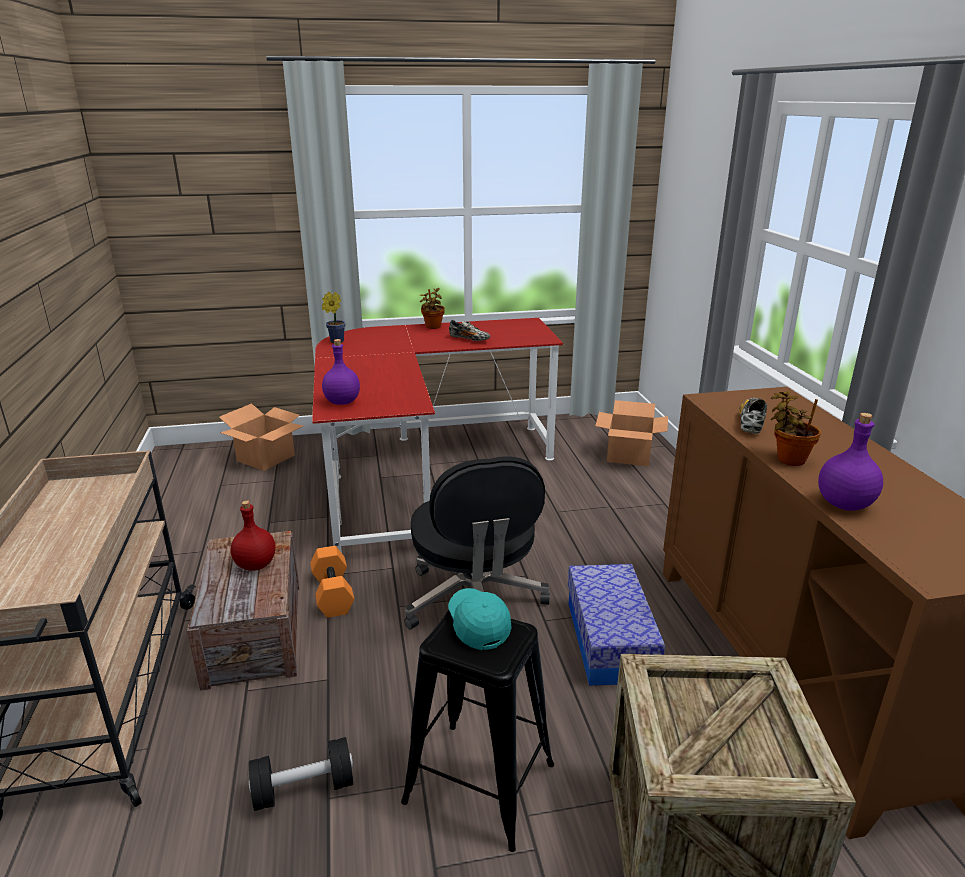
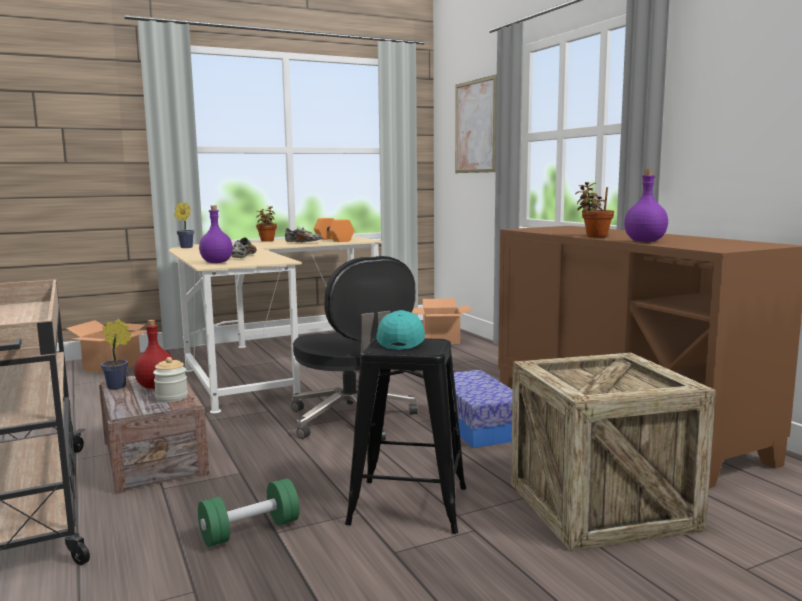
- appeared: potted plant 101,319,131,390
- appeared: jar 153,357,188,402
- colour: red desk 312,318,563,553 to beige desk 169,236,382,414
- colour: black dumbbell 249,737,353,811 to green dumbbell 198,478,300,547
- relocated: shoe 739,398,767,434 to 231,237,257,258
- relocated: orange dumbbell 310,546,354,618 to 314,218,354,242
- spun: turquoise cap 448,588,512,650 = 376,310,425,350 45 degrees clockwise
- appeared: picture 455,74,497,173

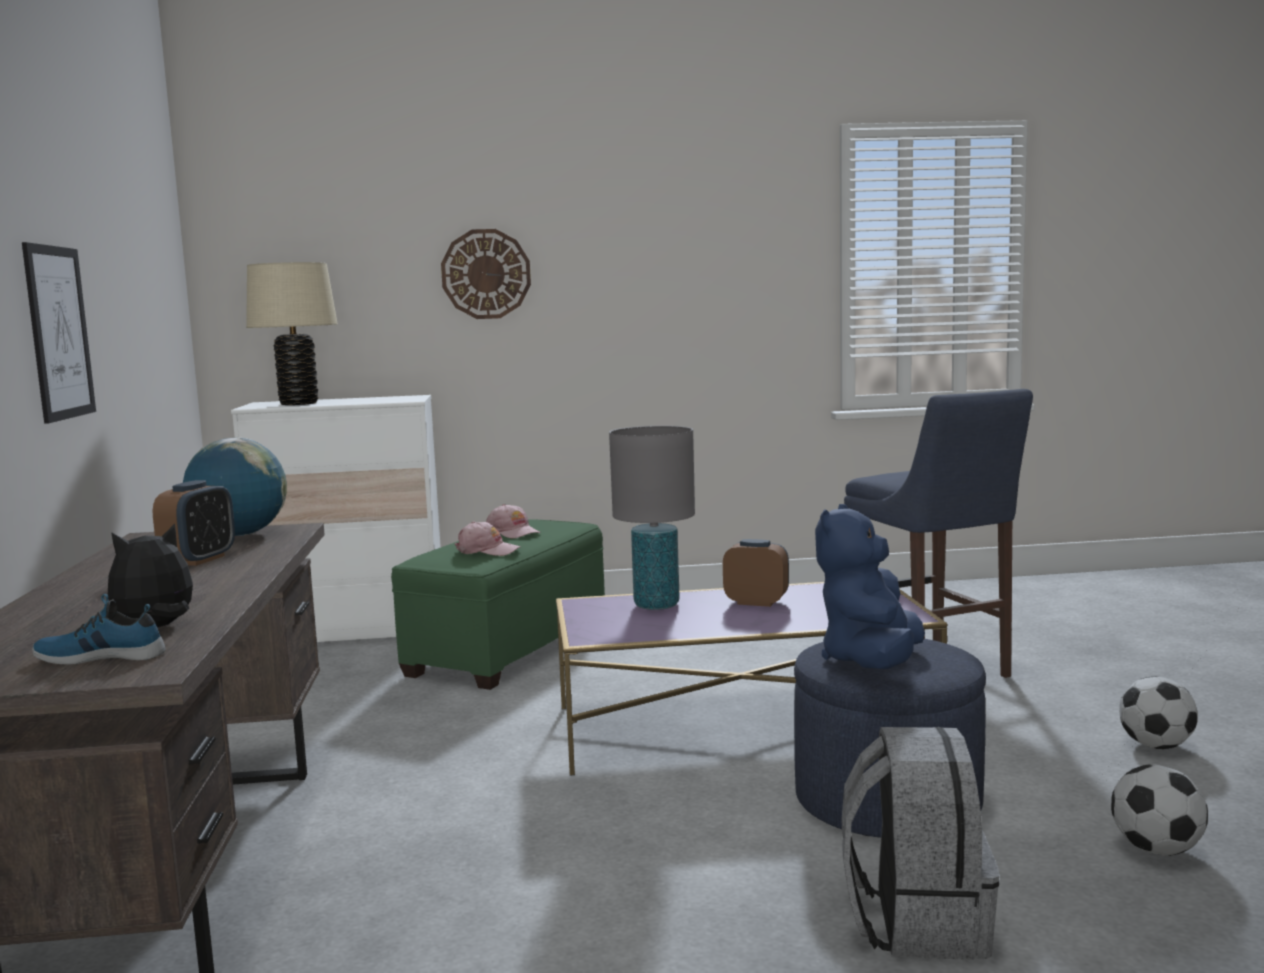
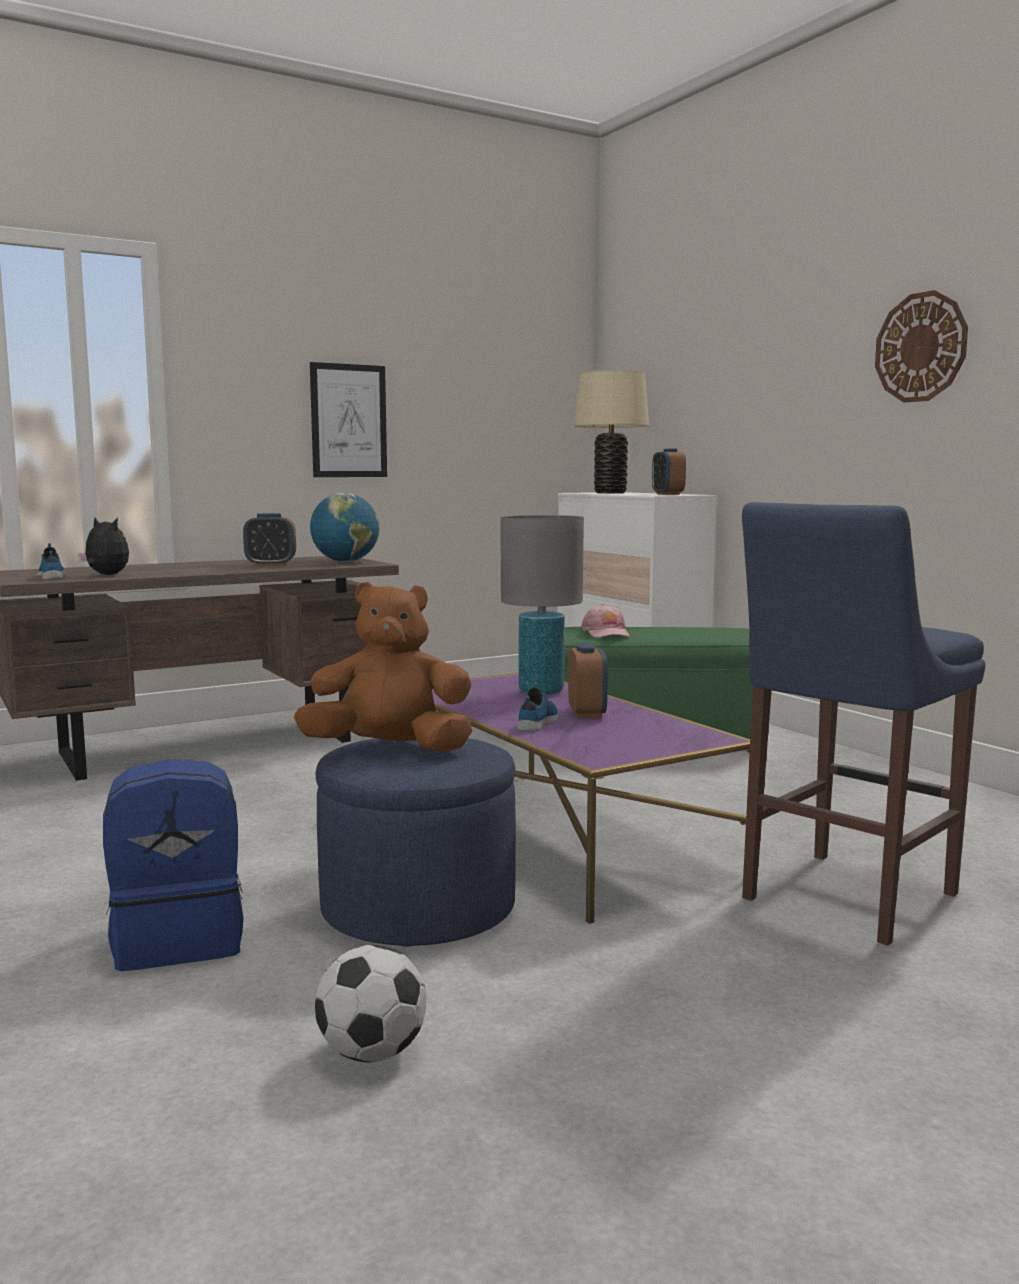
- colour: grey backpack 842,727,999,960 to blue backpack 103,759,244,971
- colour: blue plush toy 815,504,925,669 to brown plush toy 294,582,472,752
- appeared: shoe 517,682,559,731
- appeared: alarm clock 652,449,686,495
- relocated: wall clock 441,229,531,319 to 875,290,968,403
- missing: pink cap 486,504,541,538
- missing: football 1119,676,1197,749

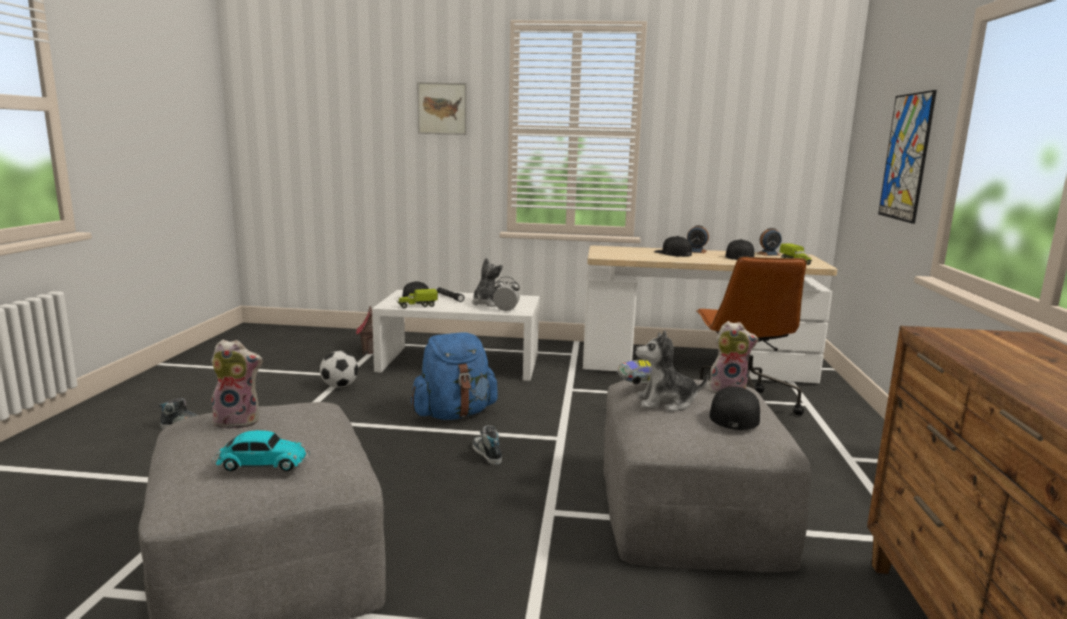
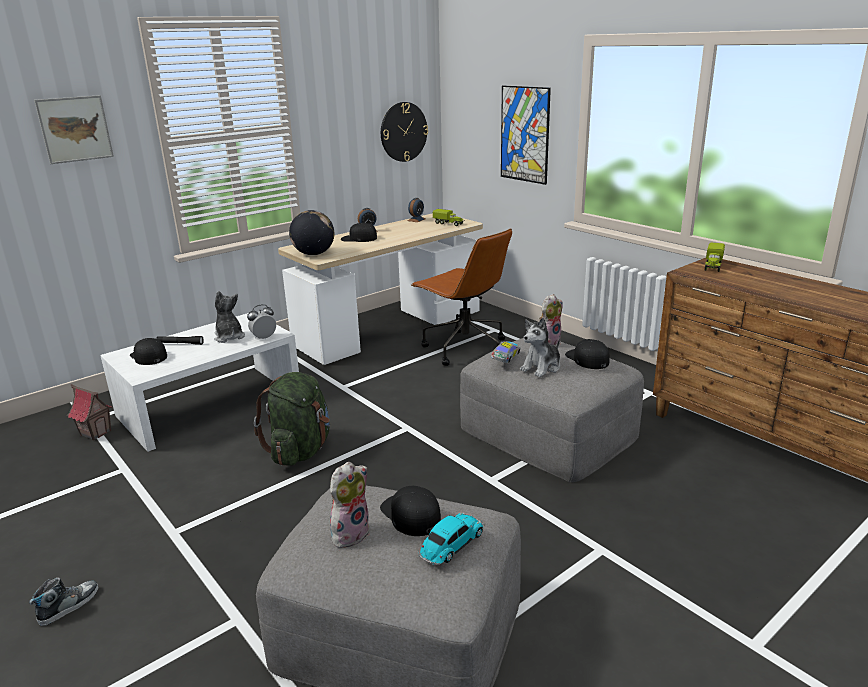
- colour: blue backpack 411,332,498,420 to green backpack 254,372,330,466
- appeared: globe 289,210,334,255
- relocated: black cap 725,239,754,260 to 380,486,441,536
- appeared: wall clock 381,102,428,162
- relocated: toy truck 397,289,438,308 to 705,243,725,272
- missing: football 320,351,358,388
- missing: shoe 472,425,502,465

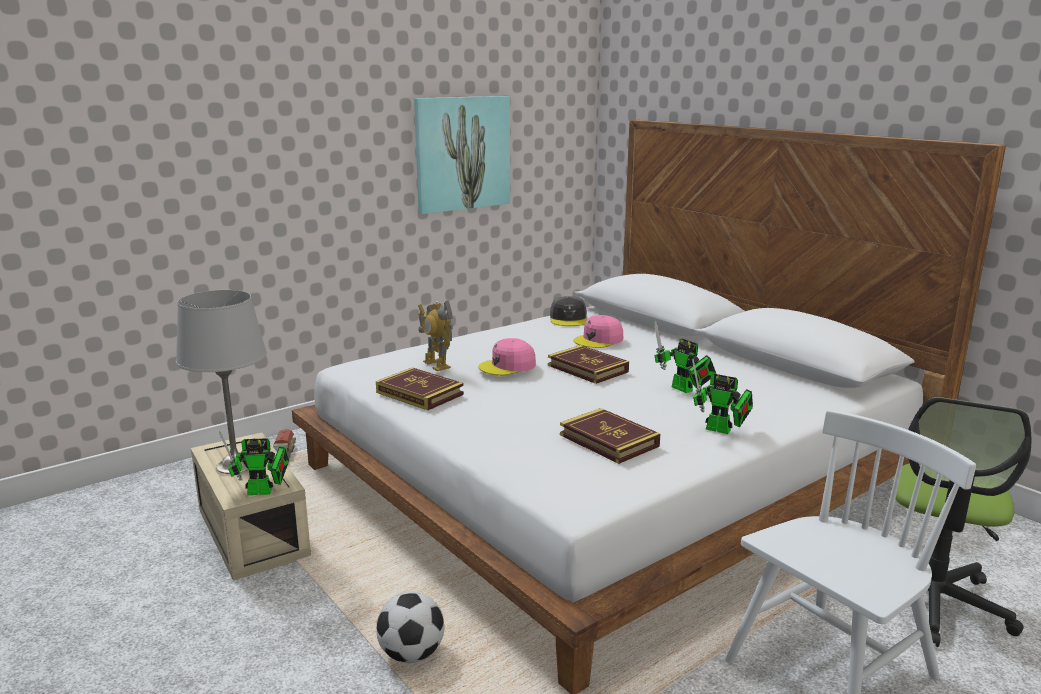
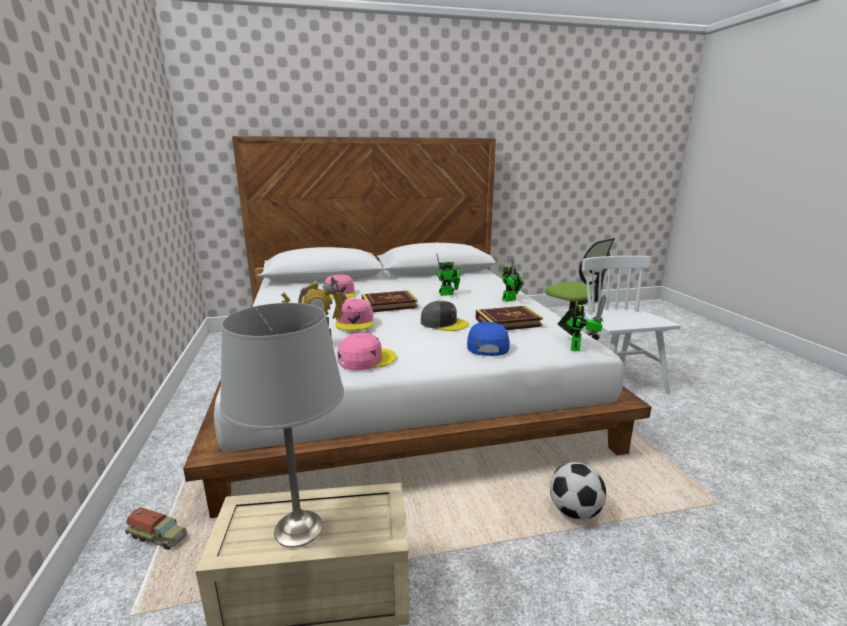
- exchanged: book 376,367,464,410 to pink cap 337,333,397,370
- relocated: grey cap 550,296,587,326 to 421,301,469,331
- appeared: blue cap 467,322,510,356
- relocated: toy robot 219,431,289,495 to 558,295,606,351
- missing: picture 414,96,510,214

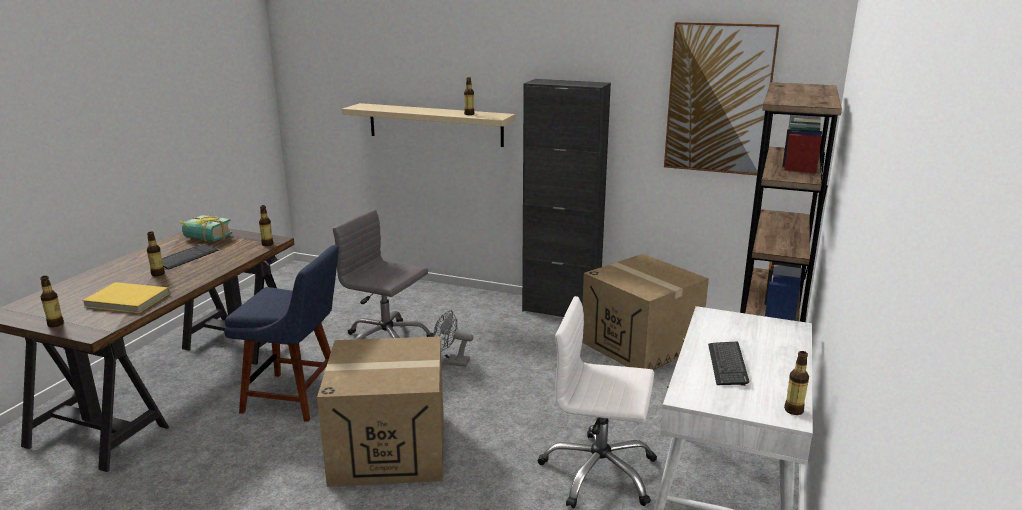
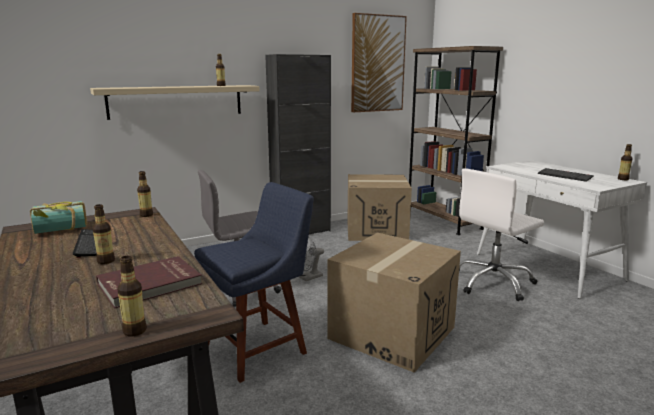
- colour: yellow book 82,282,170,313 to red book 96,256,202,308

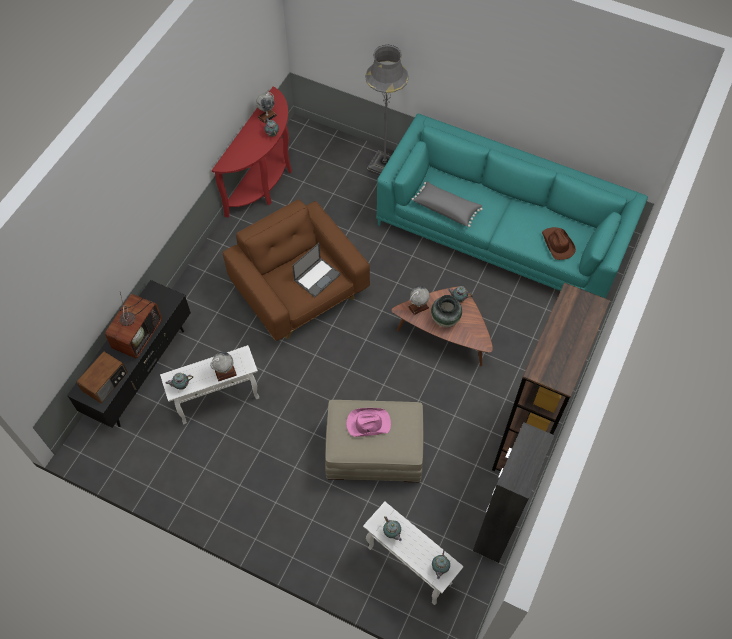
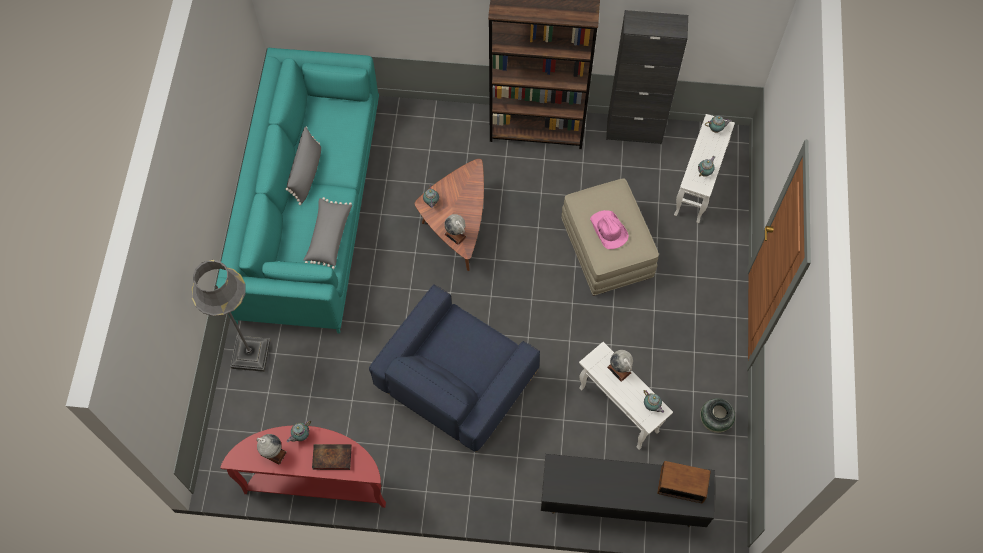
- appeared: grey pillow 285,127,321,205
- appeared: book 312,444,352,470
- colour: brown armchair 223,199,370,341 to blue armchair 369,284,540,452
- relocated: vase 431,295,462,328 to 700,398,735,433
- missing: television 105,293,162,358
- missing: laptop 292,243,341,297
- missing: brown hat 542,227,576,260

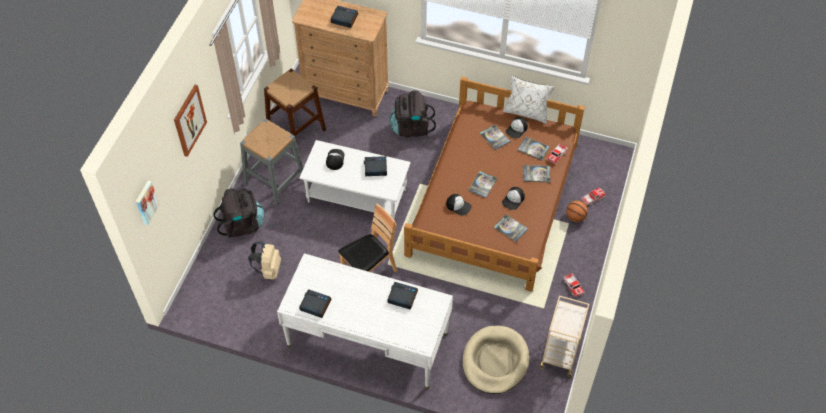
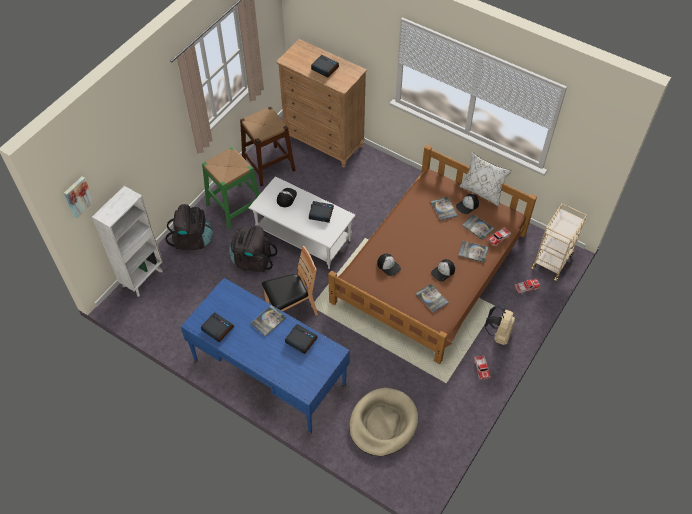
- appeared: white bookcase 92,186,163,297
- colour: white desk 277,253,453,389 to blue desk 181,278,350,434
- colour: grey stool 240,119,303,205 to green stool 202,147,259,229
- relocated: black backpack 389,90,436,137 to 229,225,277,272
- relocated: book 468,171,498,198 to 250,305,286,337
- relocated: beige backpack 248,241,281,280 to 485,306,515,345
- relocated: beige cart 540,295,589,378 to 531,203,587,281
- missing: picture 174,85,207,157
- missing: basketball 566,201,588,222

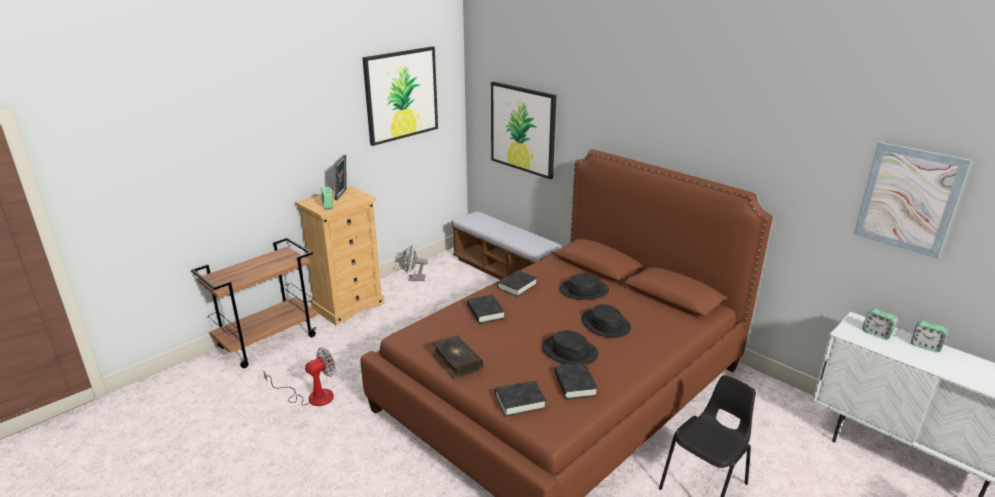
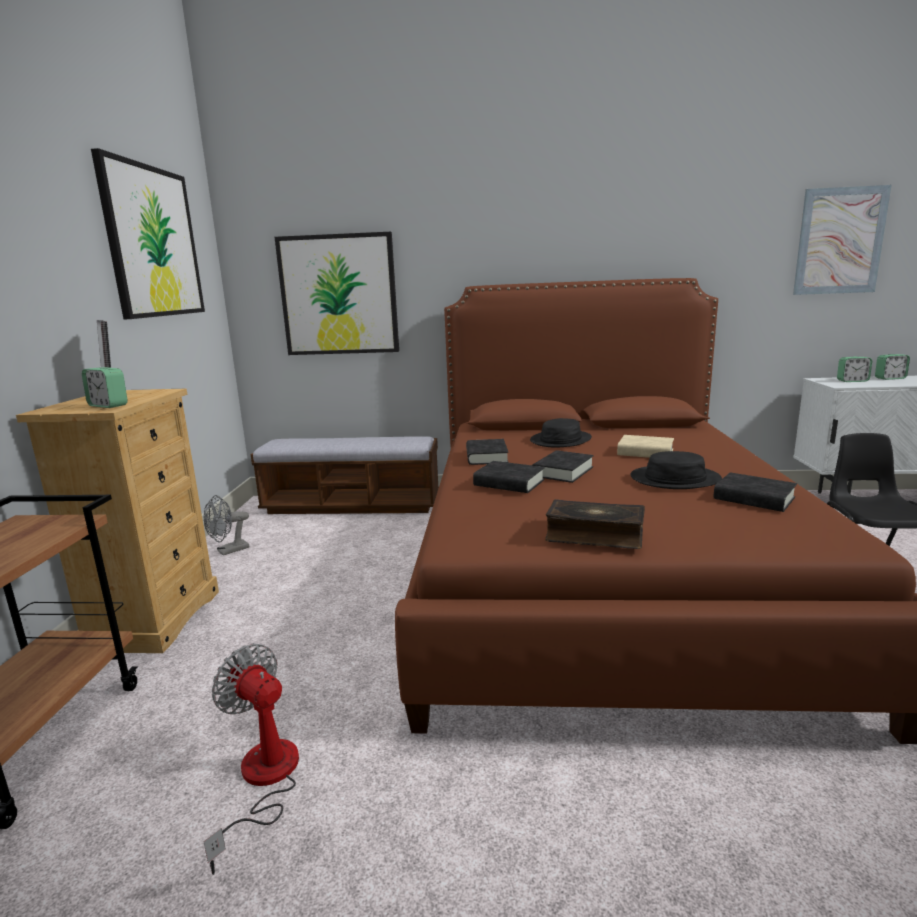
- spun: fan 263,348,335,406 = 203,644,299,875 60 degrees counterclockwise
- relocated: black book 495,381,546,417 to 532,450,594,483
- exchanged: black hat 581,304,631,338 to beige book 617,435,674,458

